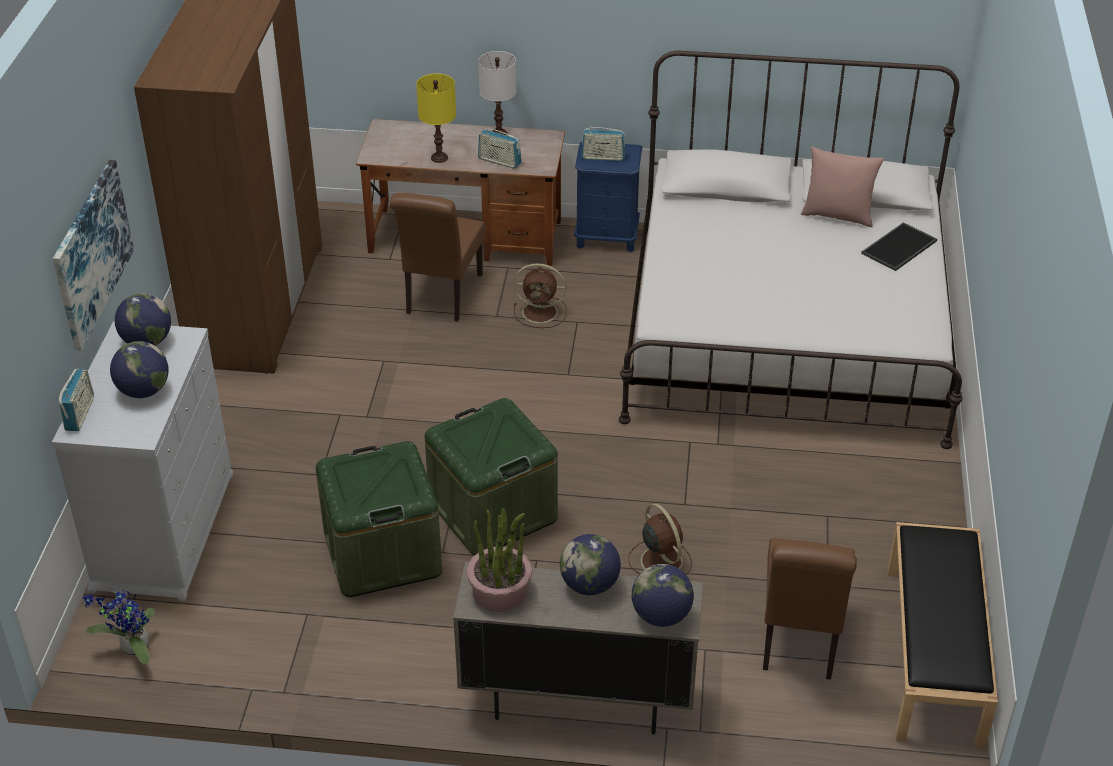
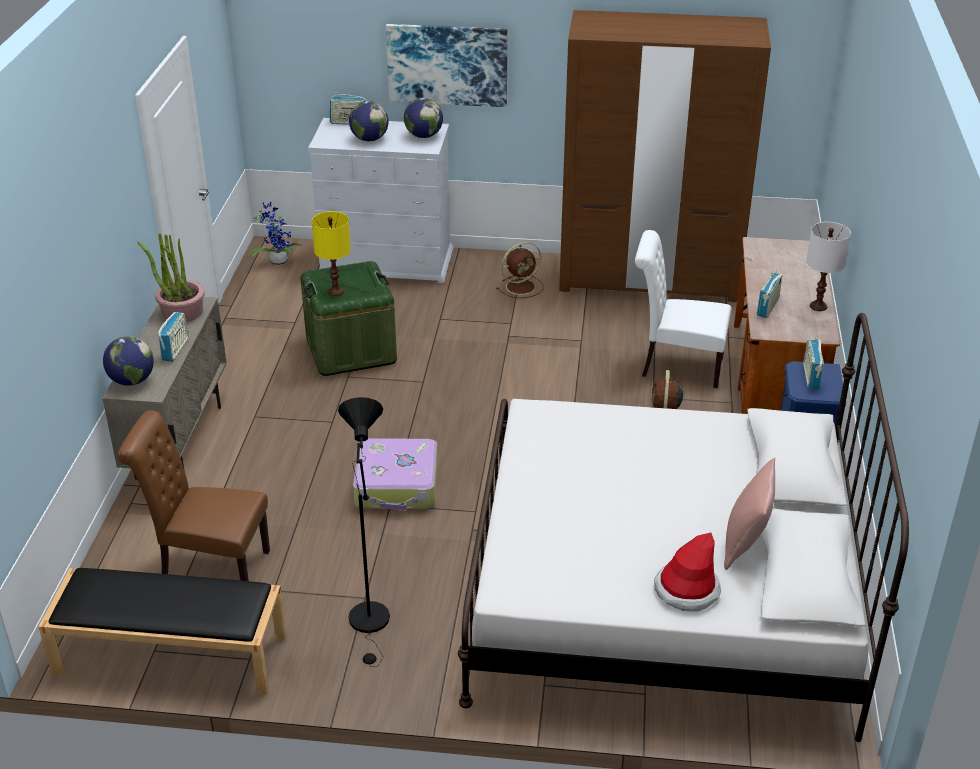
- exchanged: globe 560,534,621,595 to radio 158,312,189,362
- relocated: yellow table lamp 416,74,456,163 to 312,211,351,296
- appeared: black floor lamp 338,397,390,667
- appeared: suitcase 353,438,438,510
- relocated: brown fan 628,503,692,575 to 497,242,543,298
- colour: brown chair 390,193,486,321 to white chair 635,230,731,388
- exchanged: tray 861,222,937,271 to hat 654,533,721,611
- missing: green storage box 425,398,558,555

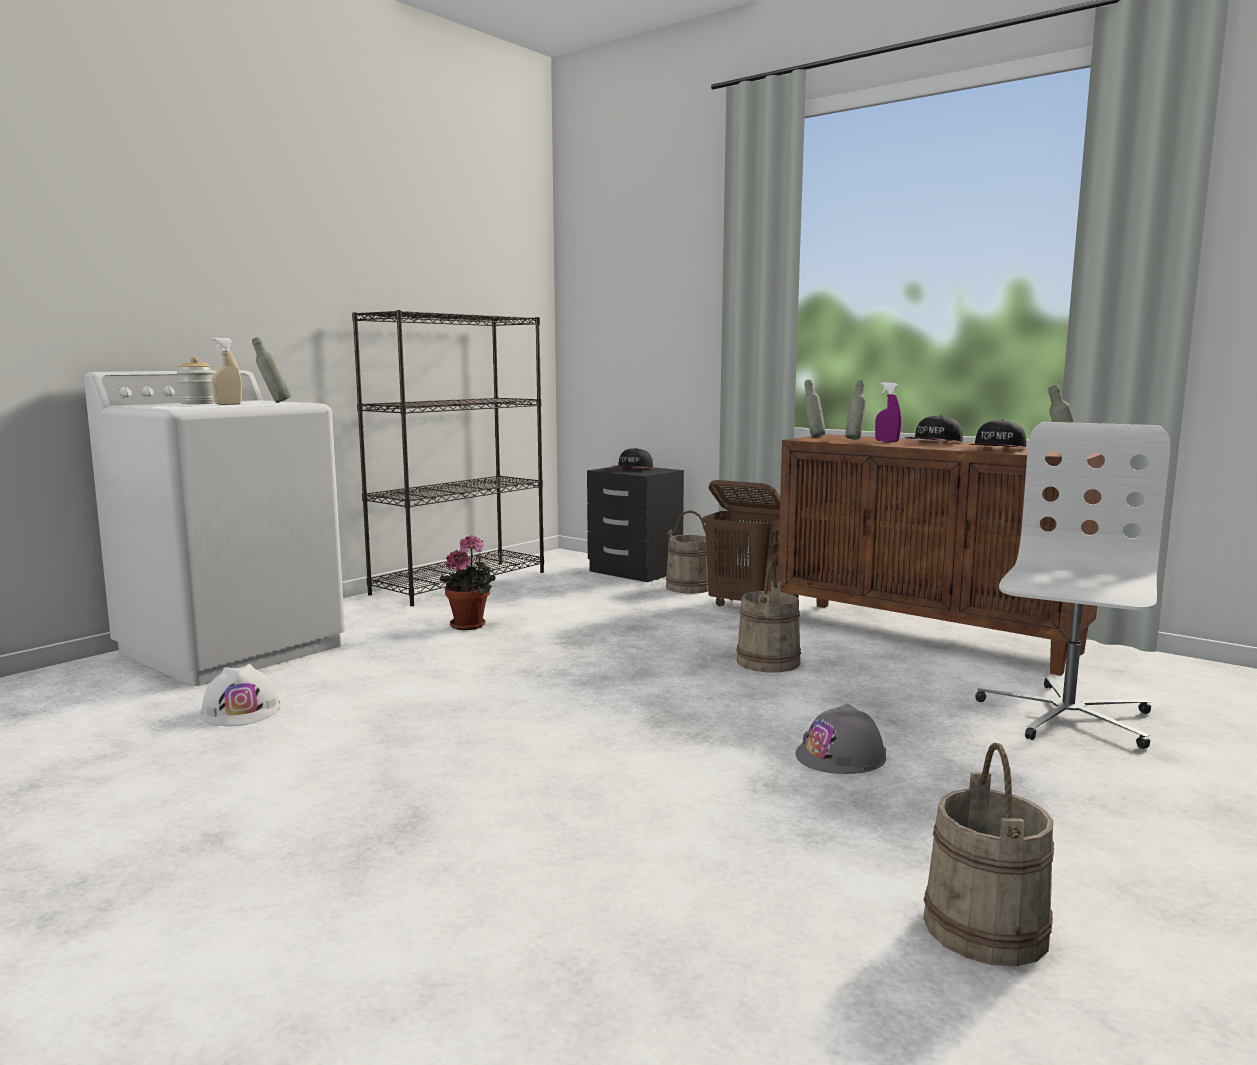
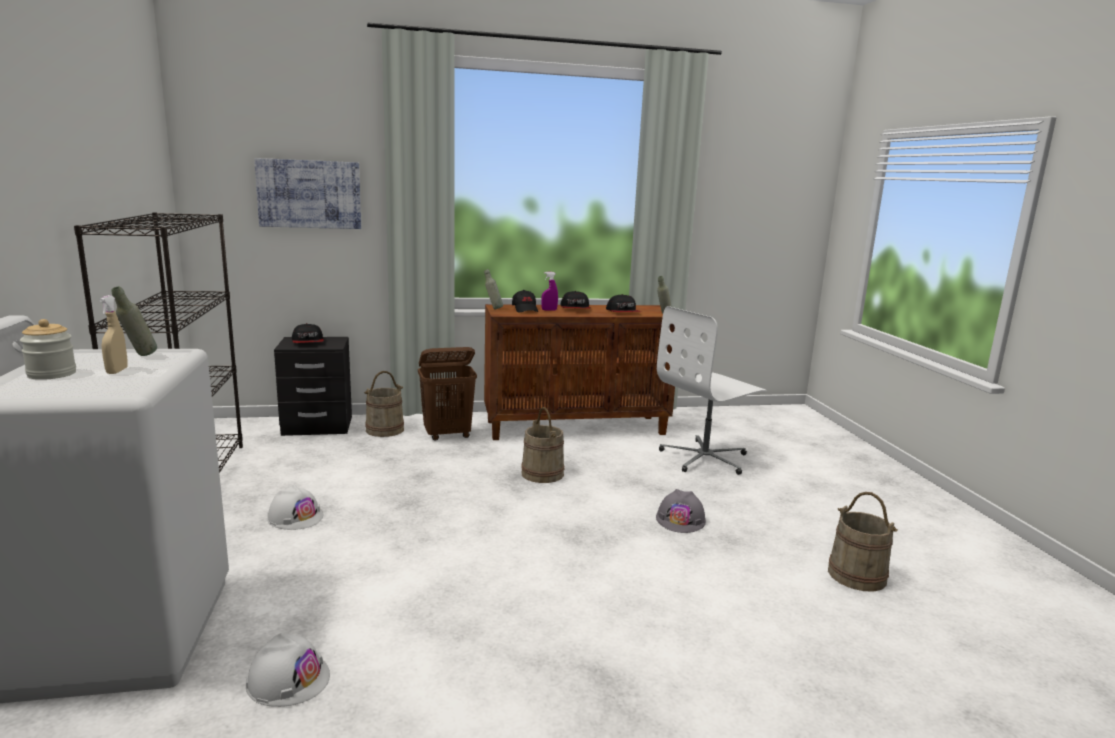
- appeared: picture 254,158,361,229
- exchanged: potted plant 439,535,495,630 to white hard hat 267,485,323,530
- exchanged: grey bottle 845,380,866,440 to black cap 512,290,538,312
- spun: white office chair 975,422,1170,749 = 657,306,766,475 105 degrees counterclockwise

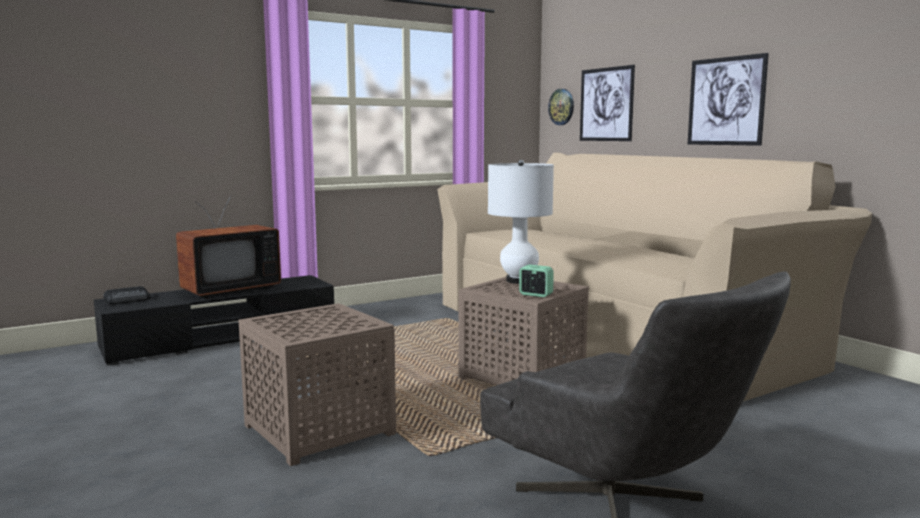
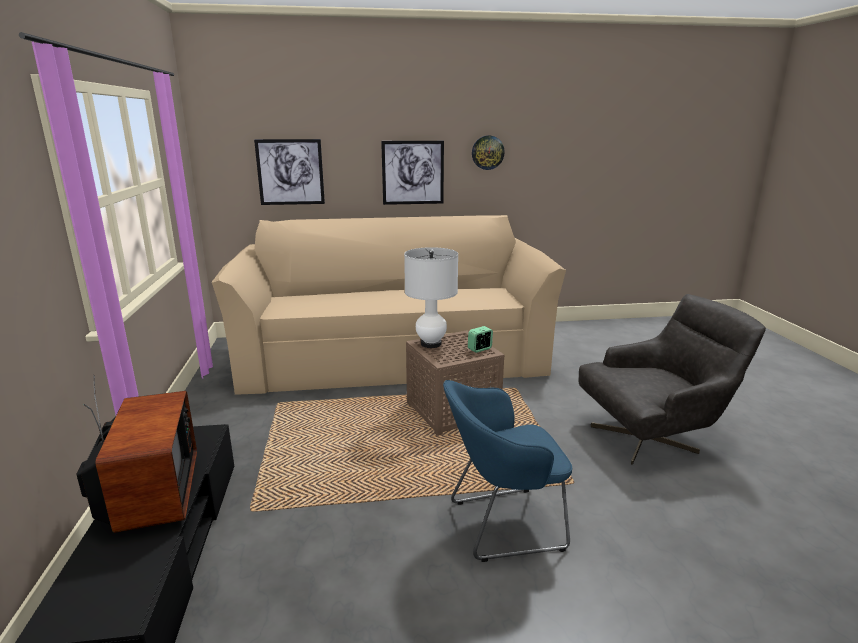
- exchanged: brown side table 238,303,396,466 to blue armchair 443,380,572,562
- relocated: wall clock 548,89,574,125 to 472,135,505,170
- missing: radio 103,286,150,304

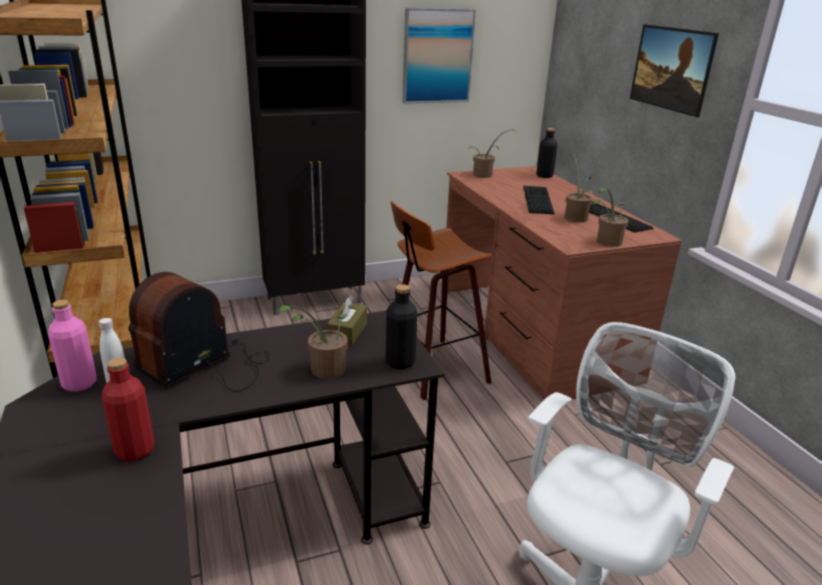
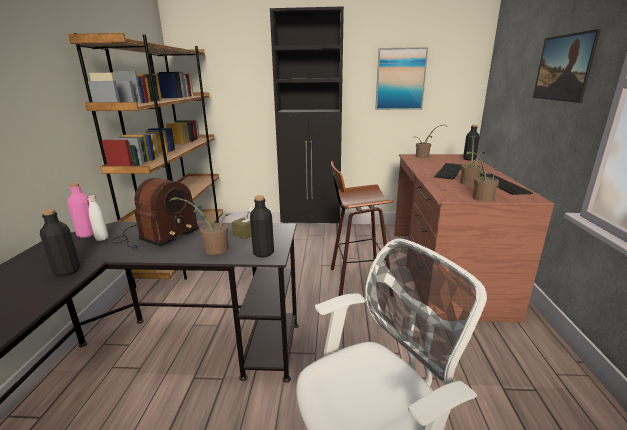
- colour: red bottle 101,357,155,462 to black bottle 40,209,80,277
- spun: radio 128,272,271,392 = 111,178,199,249 150 degrees clockwise

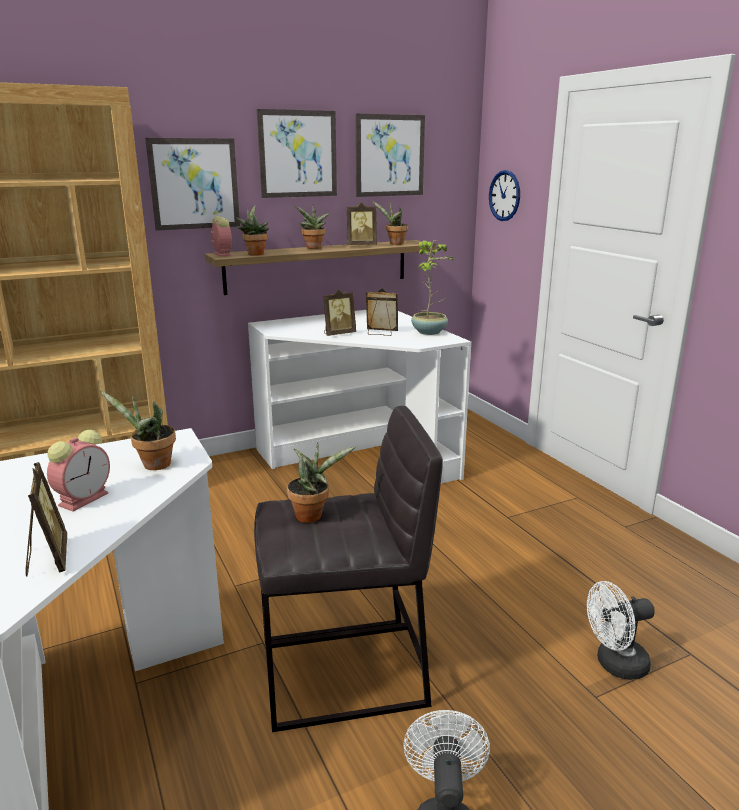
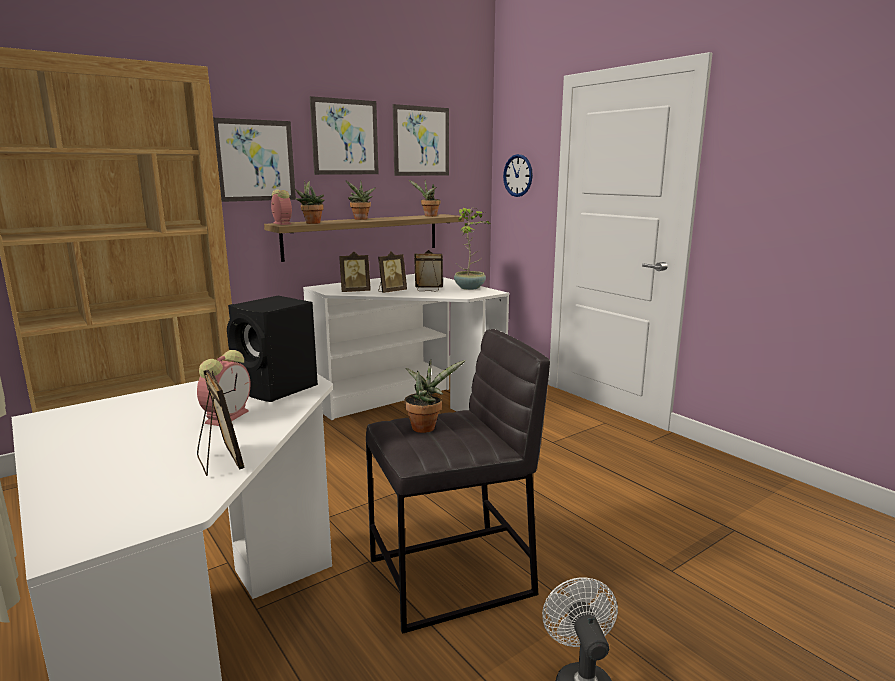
- exchanged: potted plant 100,390,176,470 to black speaker 227,296,318,402
- relocated: picture frame 347,202,377,245 to 339,251,370,292
- missing: white fan 587,581,655,680

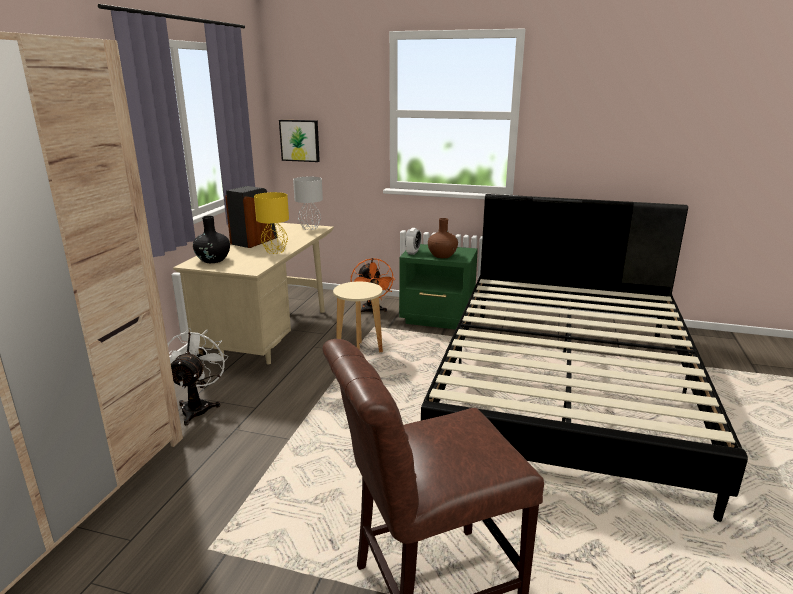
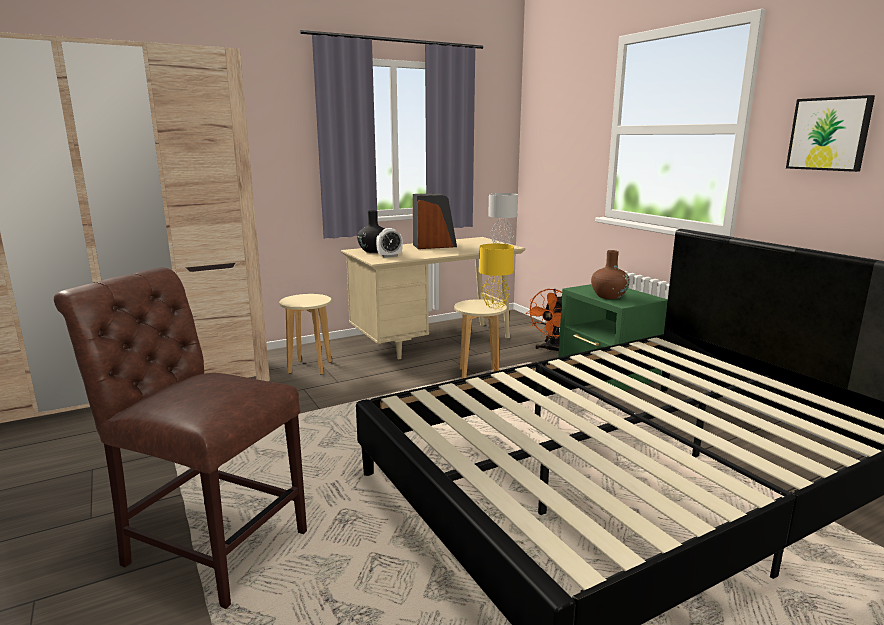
- exchanged: white fan 167,328,229,425 to beige stool 279,294,332,375
- relocated: alarm clock 405,228,421,255 to 376,228,403,258
- relocated: yellow table lamp 254,192,289,254 to 479,244,514,308
- relocated: picture 279,120,320,162 to 786,95,875,172

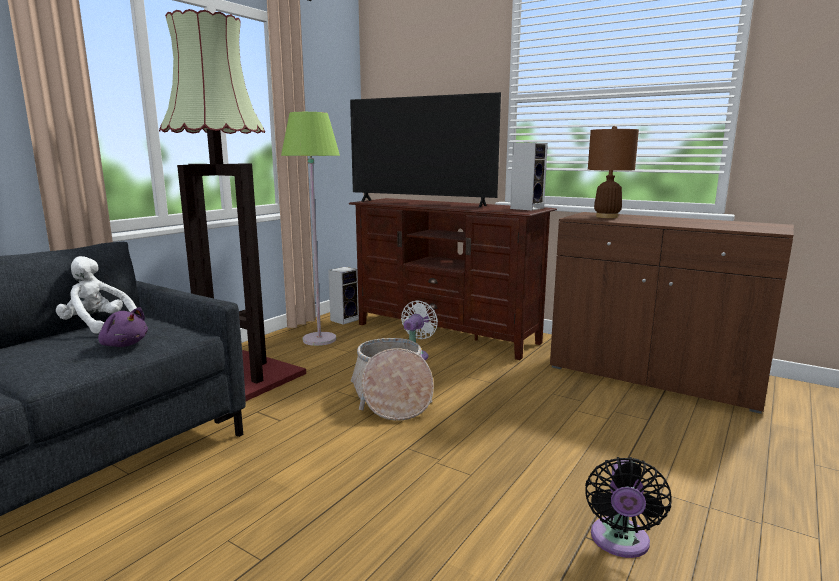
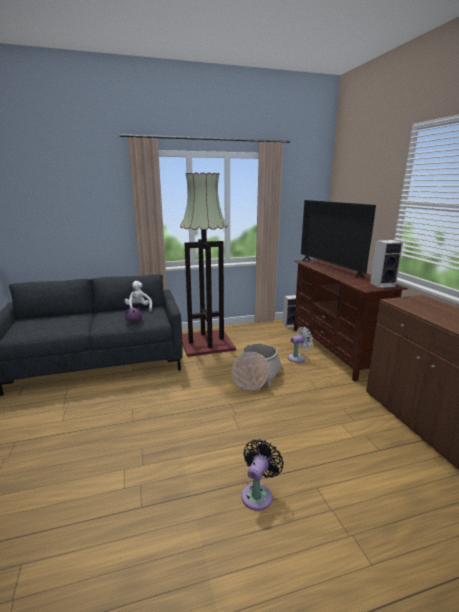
- spun: black fan 585,457,672,558 = 241,439,284,511 150 degrees clockwise
- missing: green floor lamp 281,112,340,346
- missing: brown table lamp 588,126,639,218

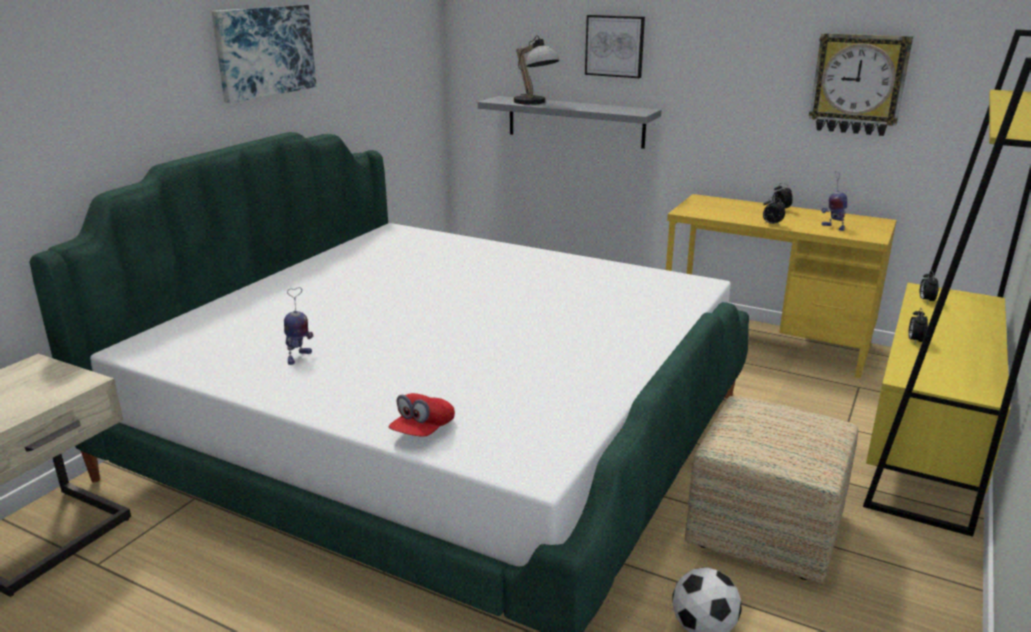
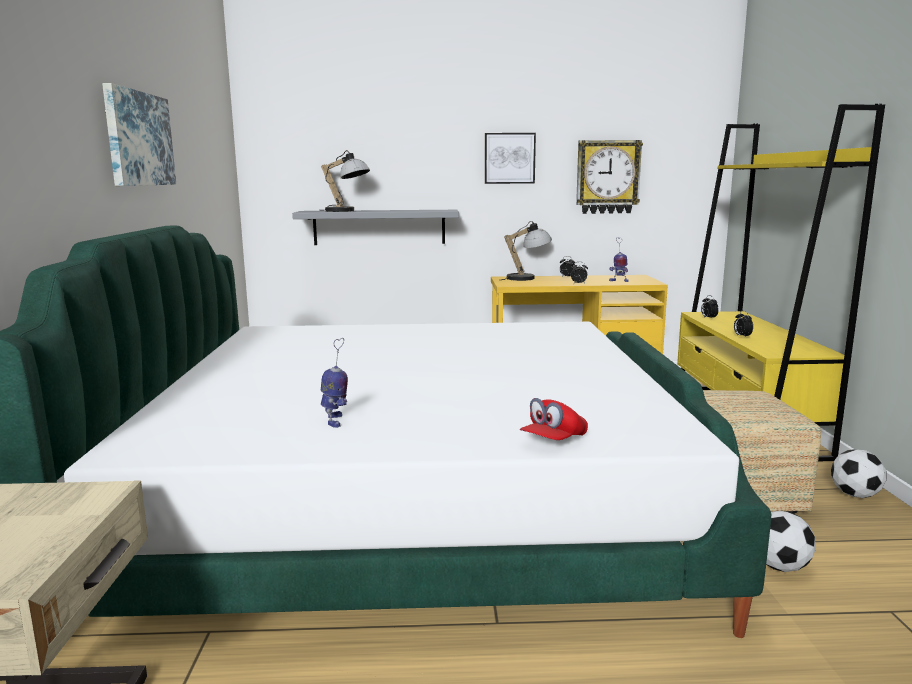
- relocated: picture 585,15,645,78 to 485,133,536,184
- appeared: table lamp 501,221,552,281
- spun: red cap 389,393,455,437 = 520,398,588,440 45 degrees clockwise
- appeared: football 831,449,886,498

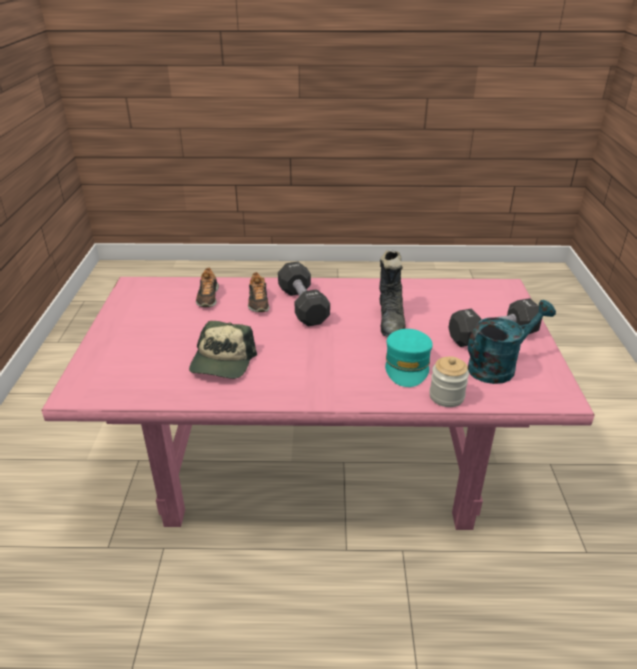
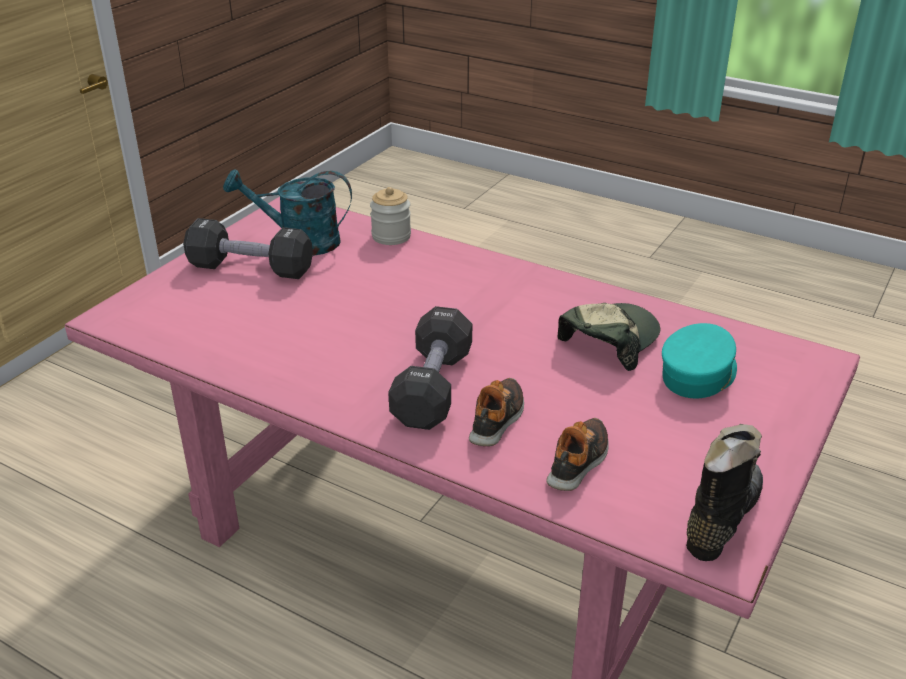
- relocated: turquoise cap 385,329,433,387 to 662,323,737,398
- relocated: black boot 379,250,406,336 to 686,424,763,561

